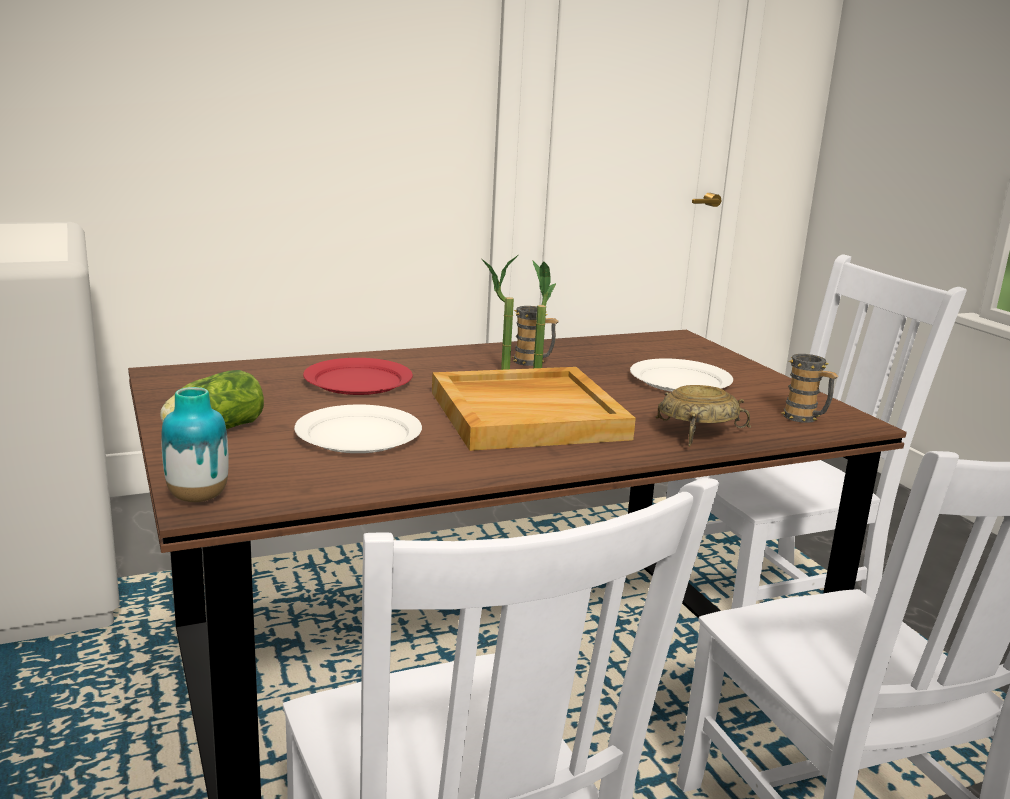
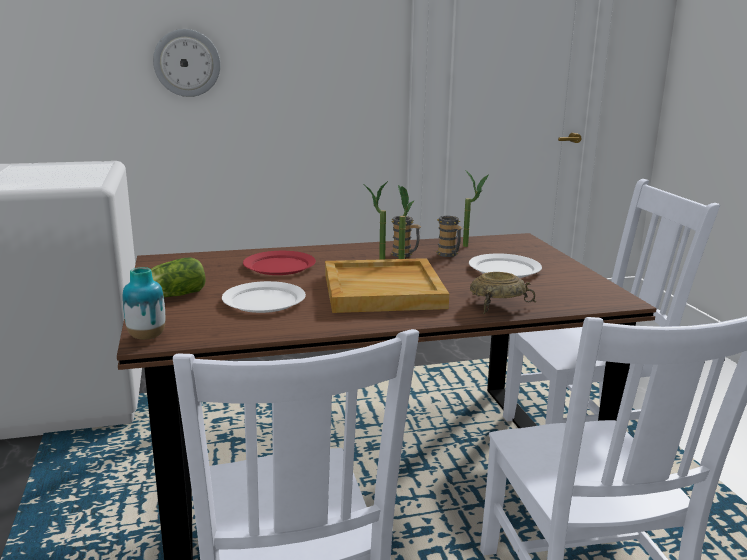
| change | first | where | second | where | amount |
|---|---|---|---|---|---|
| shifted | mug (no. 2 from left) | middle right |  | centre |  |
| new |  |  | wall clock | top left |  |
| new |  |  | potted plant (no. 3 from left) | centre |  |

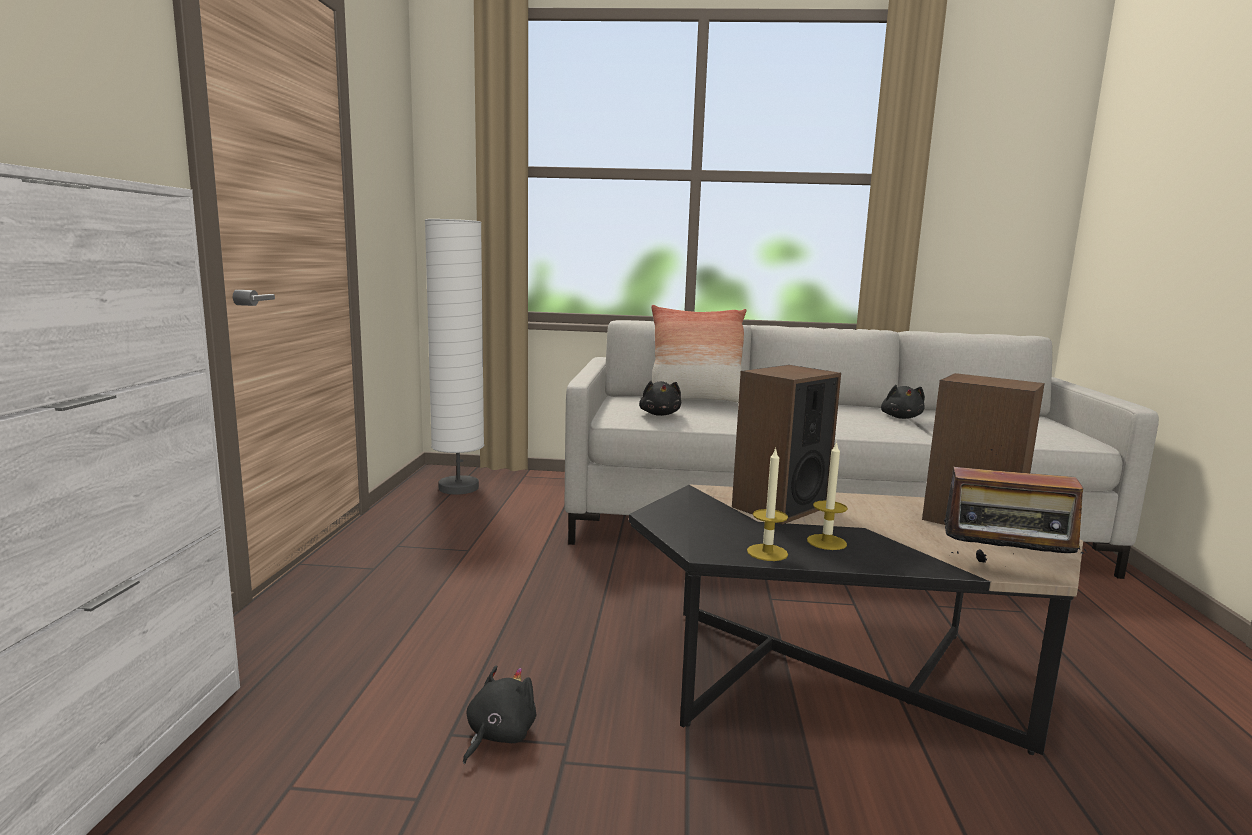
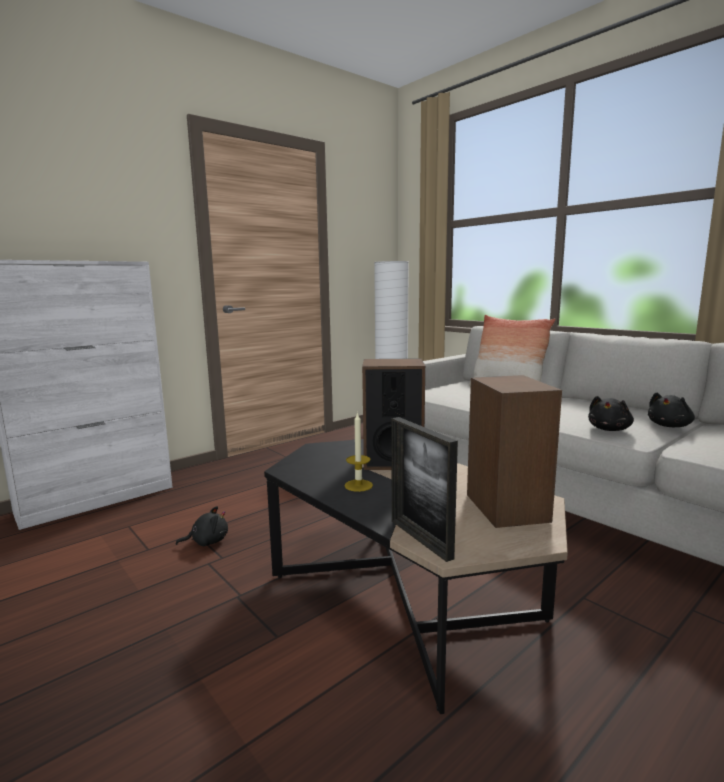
| change | first | where | second | where | amount |
|---|---|---|---|---|---|
| shifted | black plush toy (no. 2 from left) | centre |  | middle right |  |
| gone | candle (no. 1 from left) | centre |  |  |  |
| swapped | radio | middle right | picture frame | centre |  |

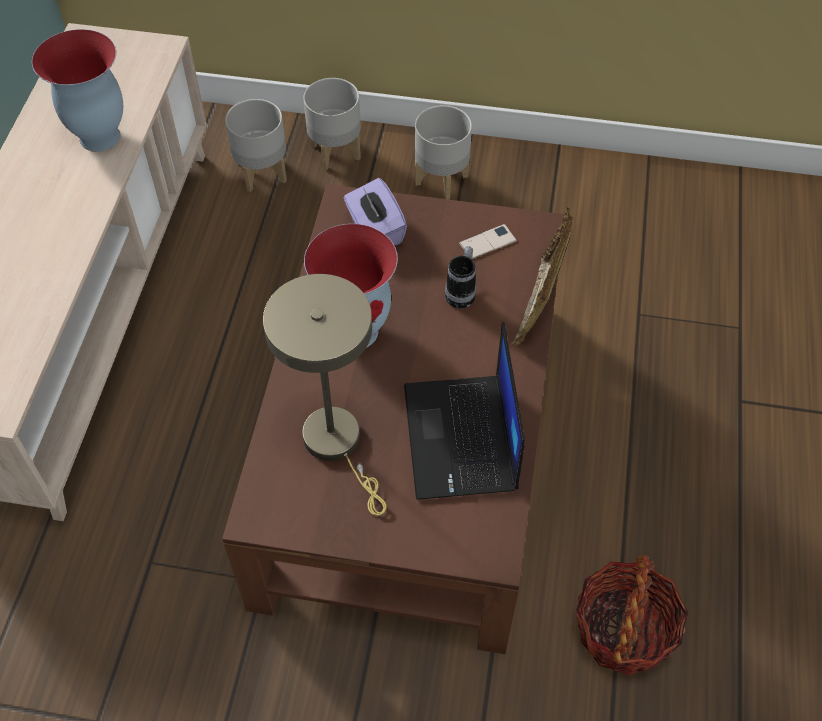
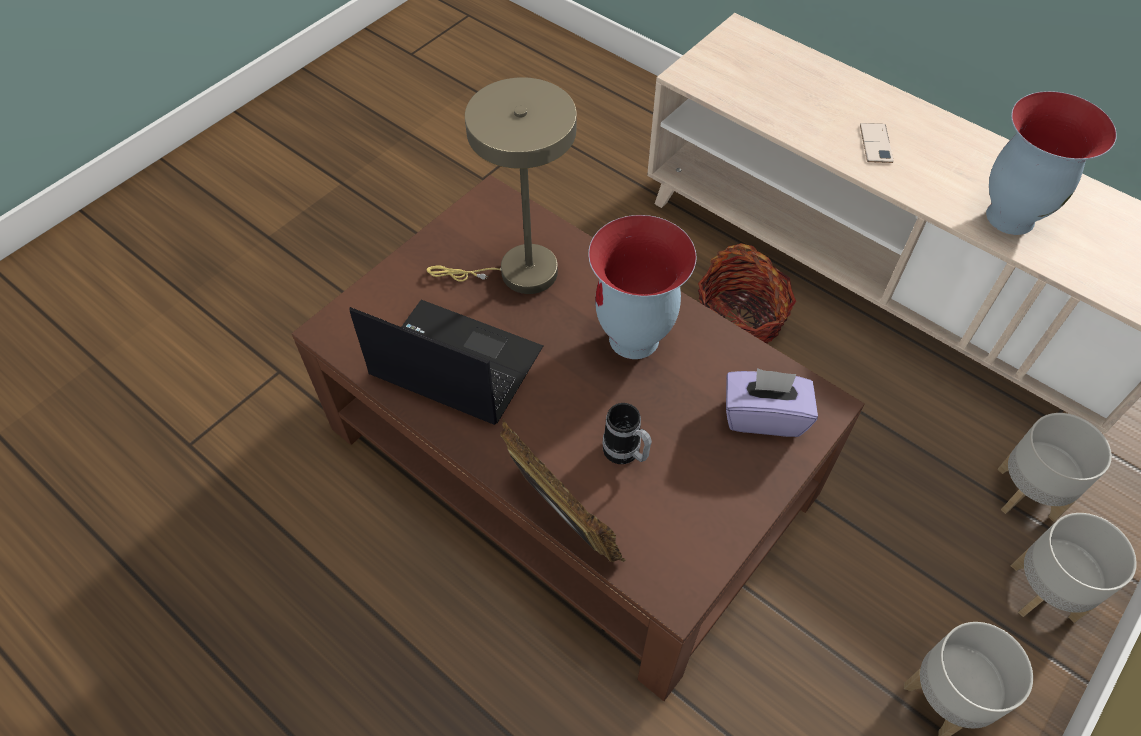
| change | first | where | second | where | amount |
|---|---|---|---|---|---|
| shifted | phone | centre |  | top right |  |
| shifted | basket | bottom right |  | centre |  |

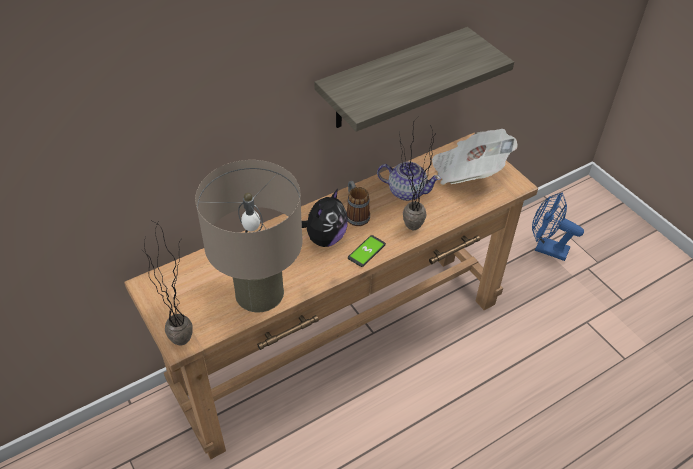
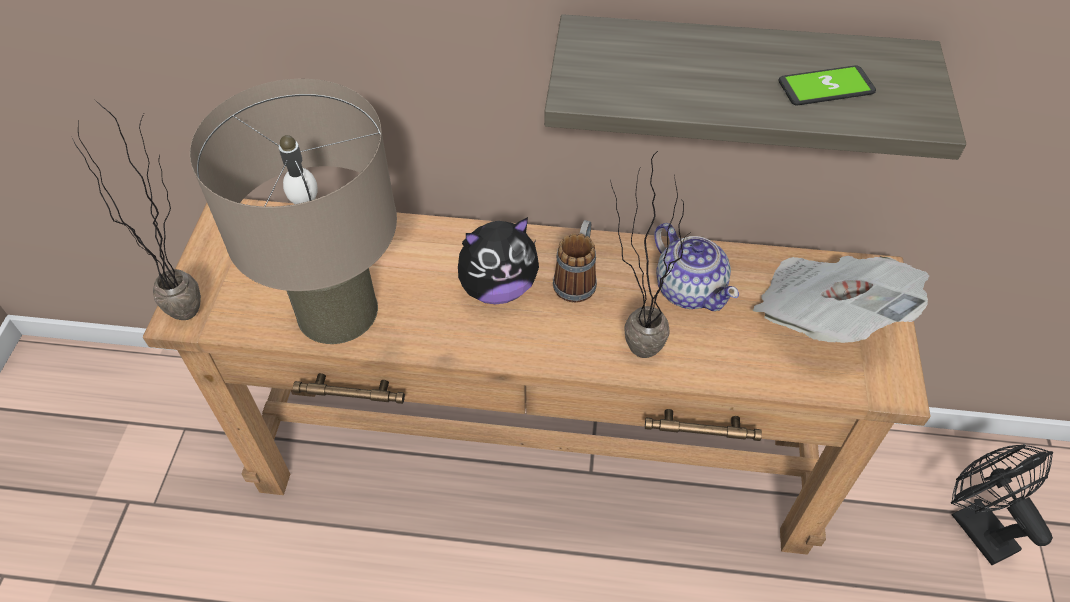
| change | first | where | second | where | amount |
|---|---|---|---|---|---|
| shifted | phone | centre |  | top right |  |
| repainted | blue fan | middle right | black fan | bottom right |  |

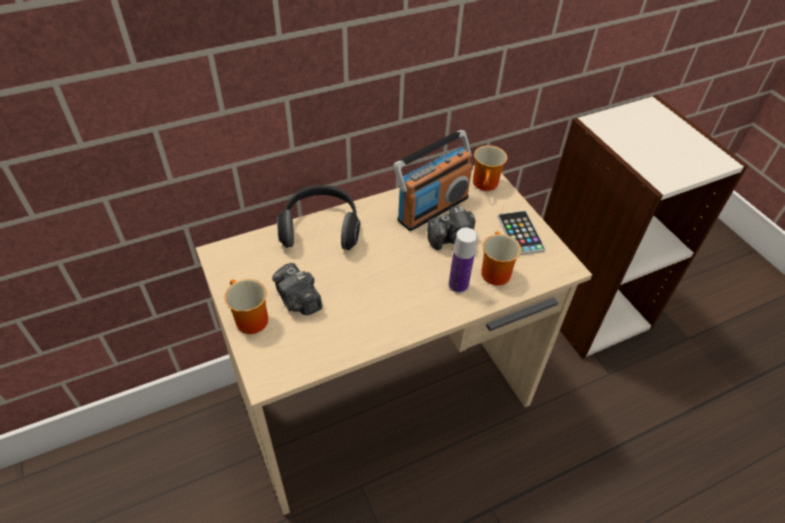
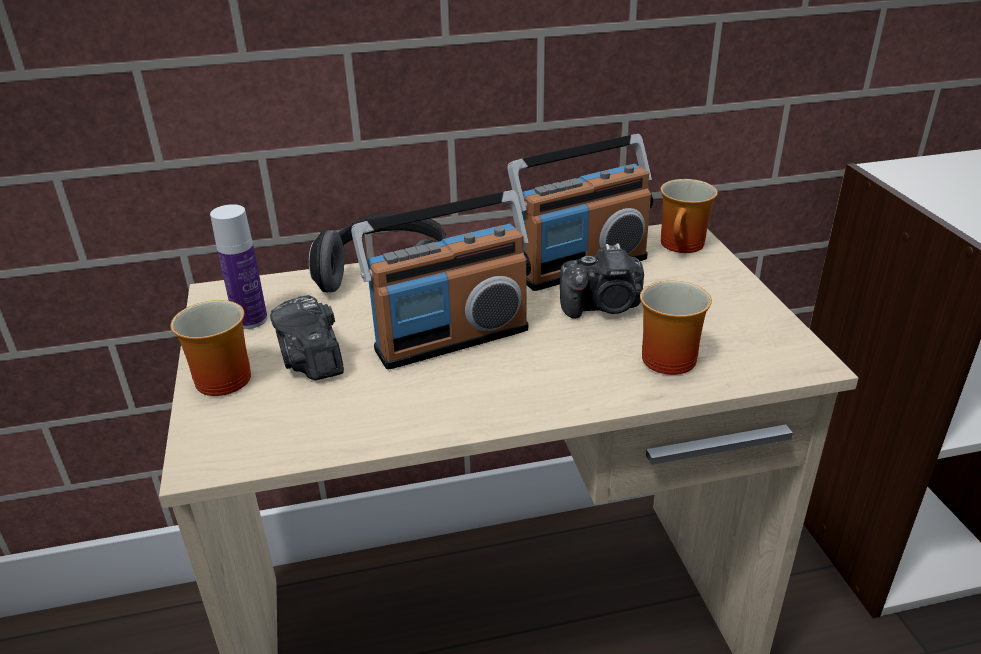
| change | first | where | second | where | amount |
|---|---|---|---|---|---|
| shifted | bottle | centre |  | middle left |  |
| gone | phone | centre |  |  |  |
| new |  |  | radio (no. 1 from left) | centre |  |

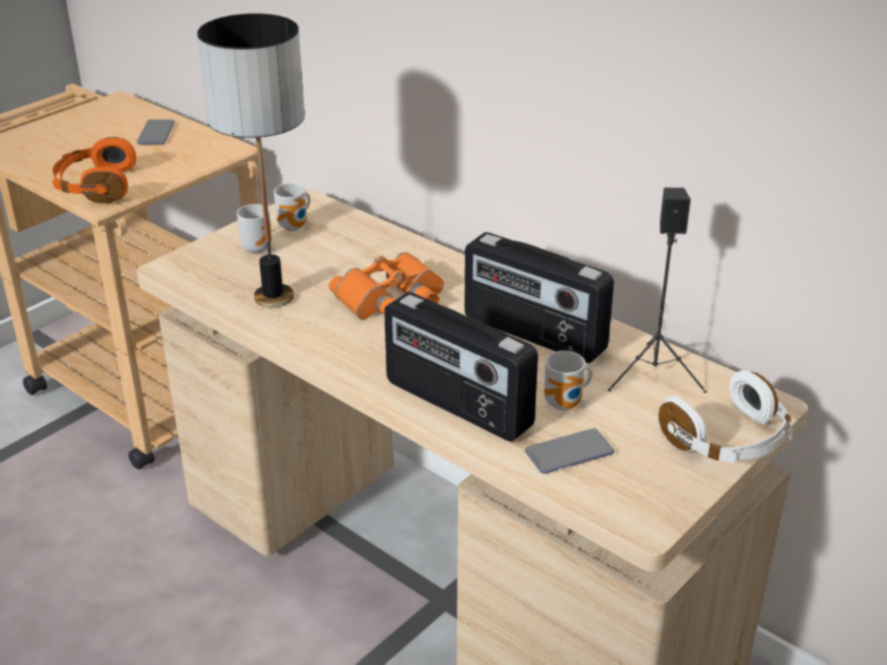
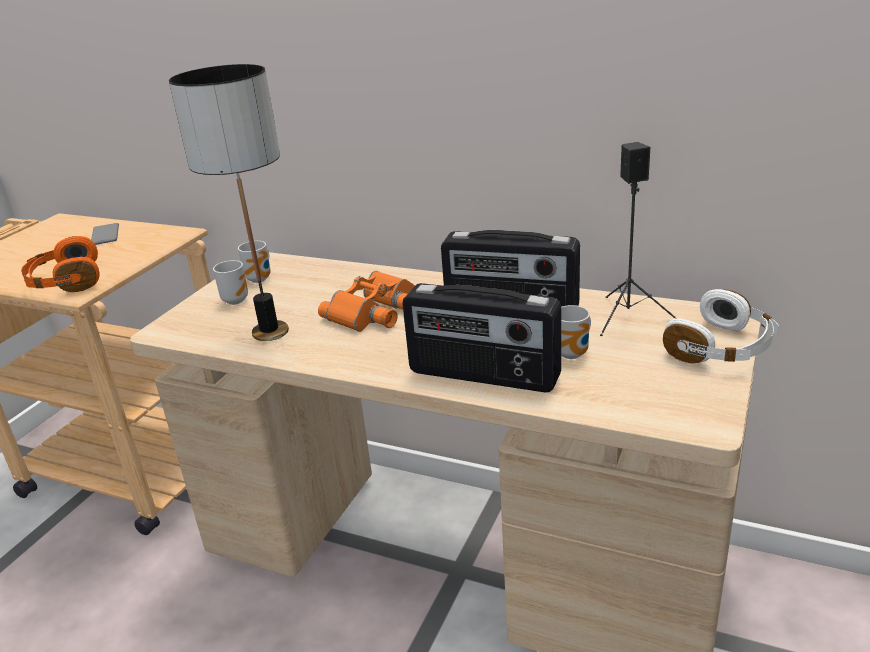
| change | first | where | second | where | amount |
|---|---|---|---|---|---|
| gone | phone (no. 2 from left) | bottom centre |  |  |  |

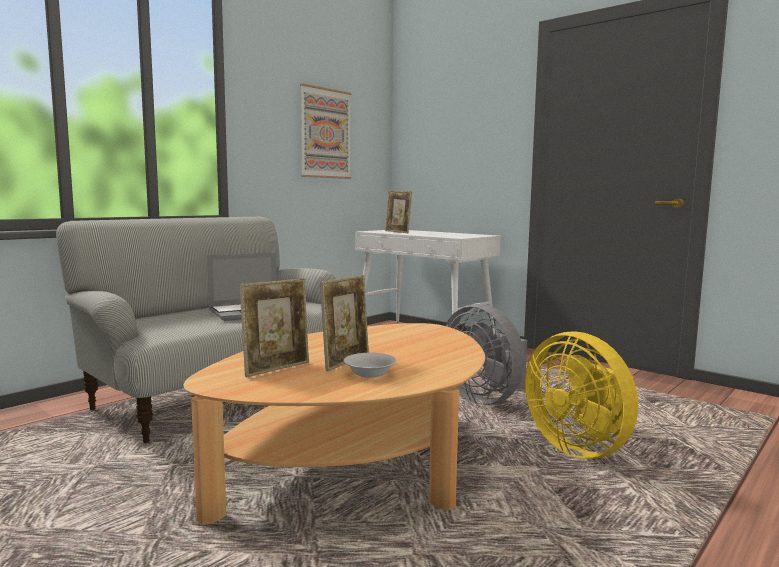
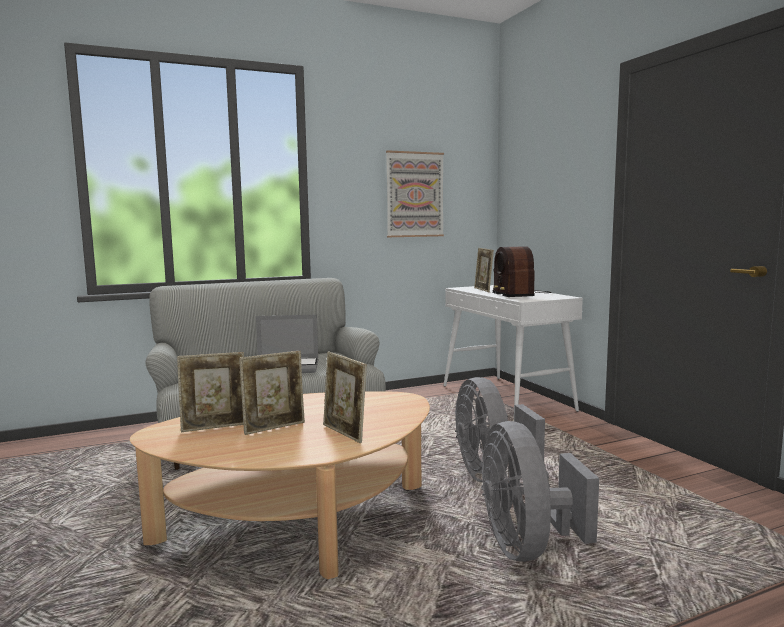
| change | first | where | second | where | amount |
|---|---|---|---|---|---|
| gone | white bowl | centre |  |  |  |
| repainted | yellow fan | bottom right | grey fan (no. 2 from left) | bottom right |  |
| new |  |  | picture frame (no. 3 from left) | centre |  |
| new |  |  | radio | centre |  |

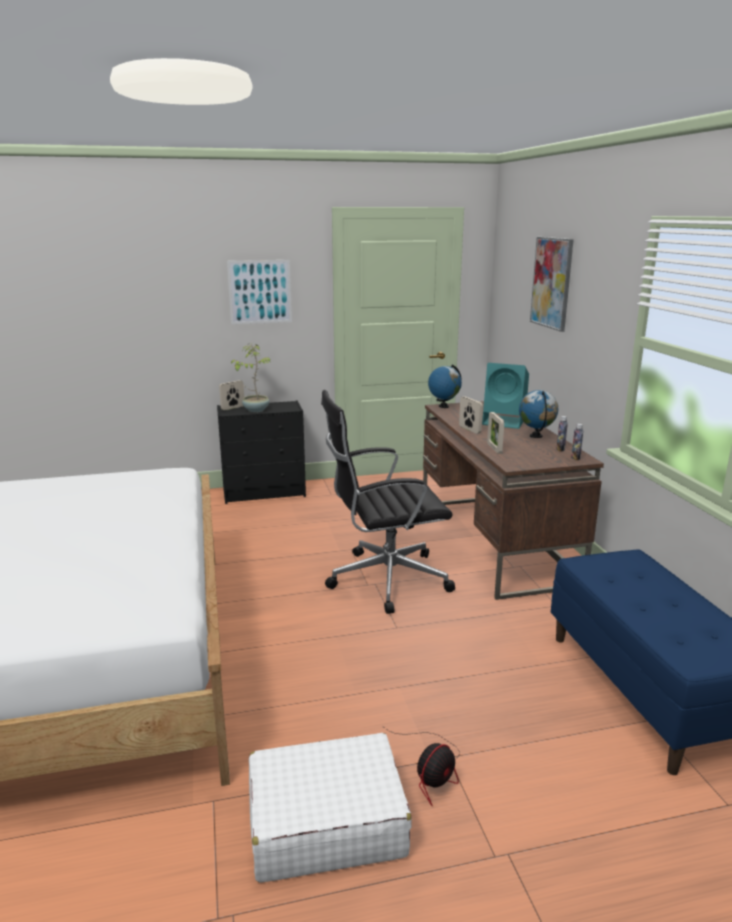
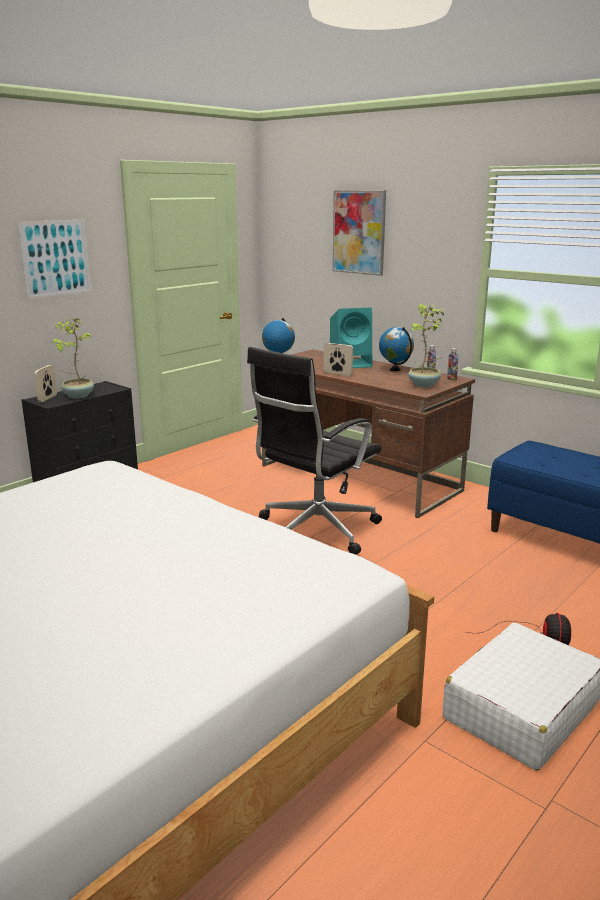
| change | first | where | second | where | amount |
|---|---|---|---|---|---|
| gone | picture frame (no. 3 from left) | middle right |  |  |  |
| new |  |  | potted plant (no. 2 from left) | middle right |  |

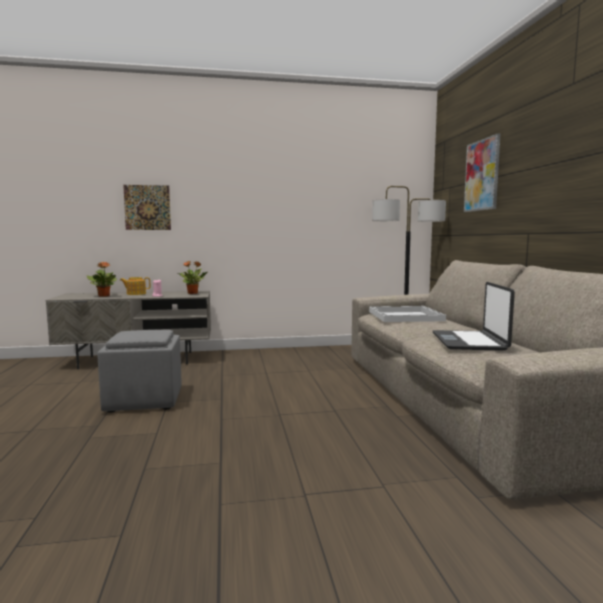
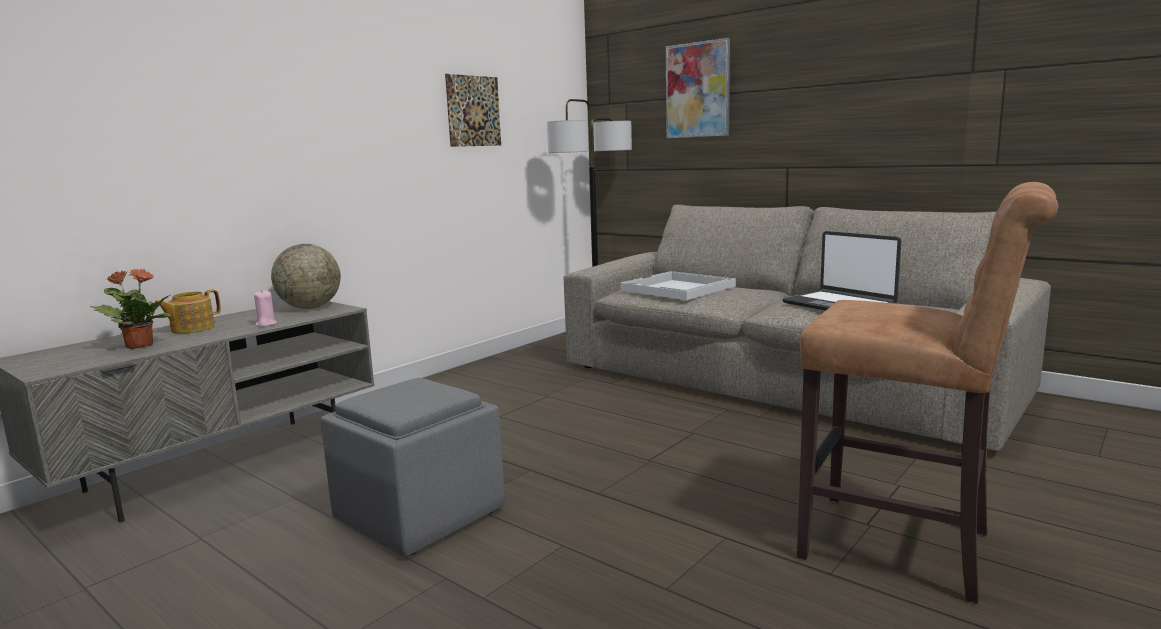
| change | first | where | second | where | amount |
|---|---|---|---|---|---|
| shifted | picture (no. 1 from left) | middle left |  | top centre |  |
| swapped | potted plant (no. 2 from left) | middle left | globe | middle left |  |
| new |  |  | brown stool | middle right |  |

